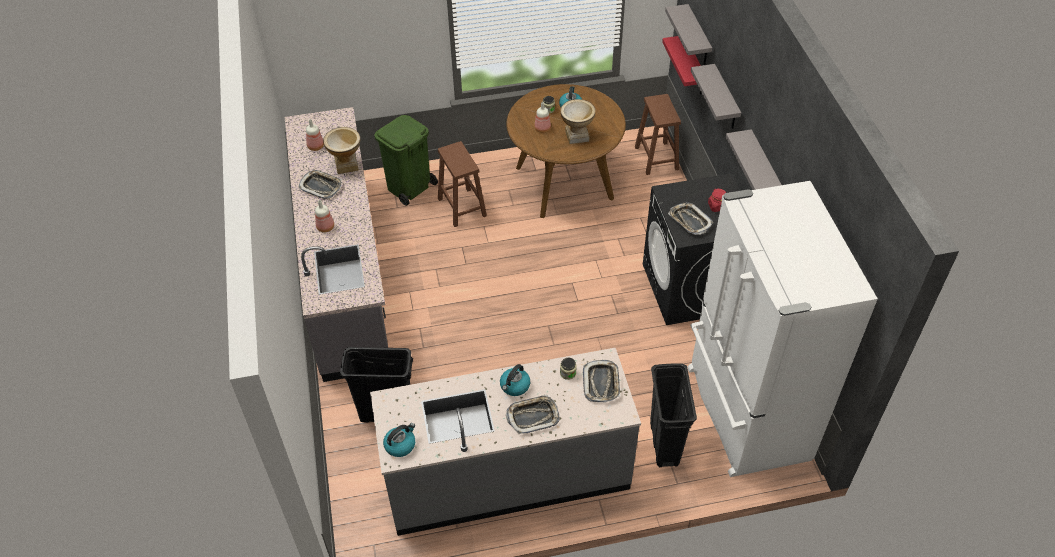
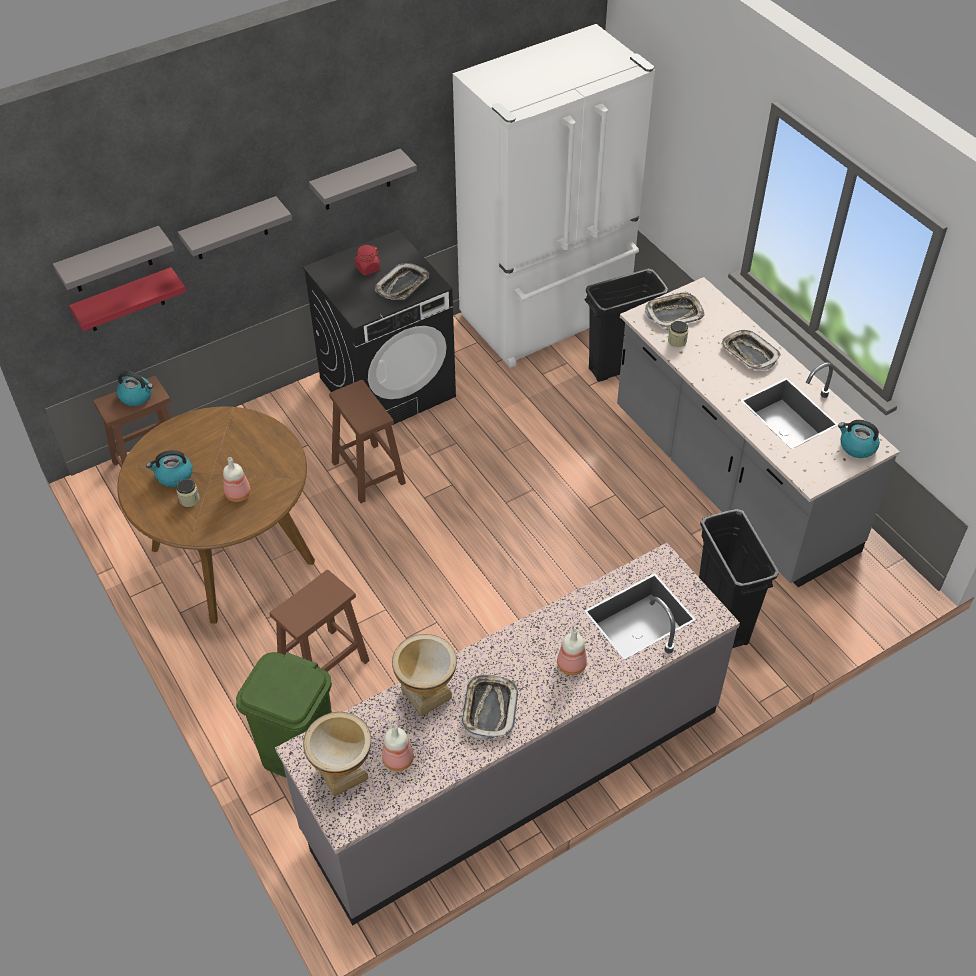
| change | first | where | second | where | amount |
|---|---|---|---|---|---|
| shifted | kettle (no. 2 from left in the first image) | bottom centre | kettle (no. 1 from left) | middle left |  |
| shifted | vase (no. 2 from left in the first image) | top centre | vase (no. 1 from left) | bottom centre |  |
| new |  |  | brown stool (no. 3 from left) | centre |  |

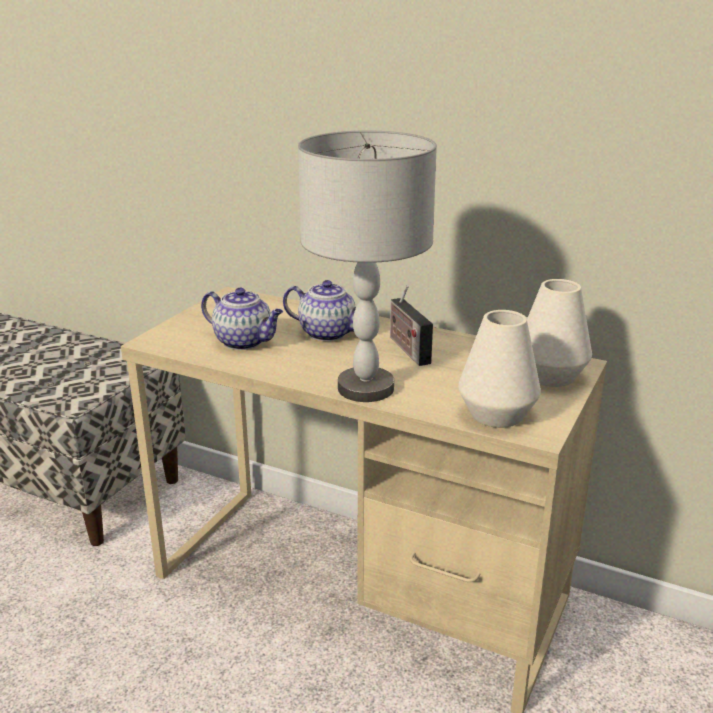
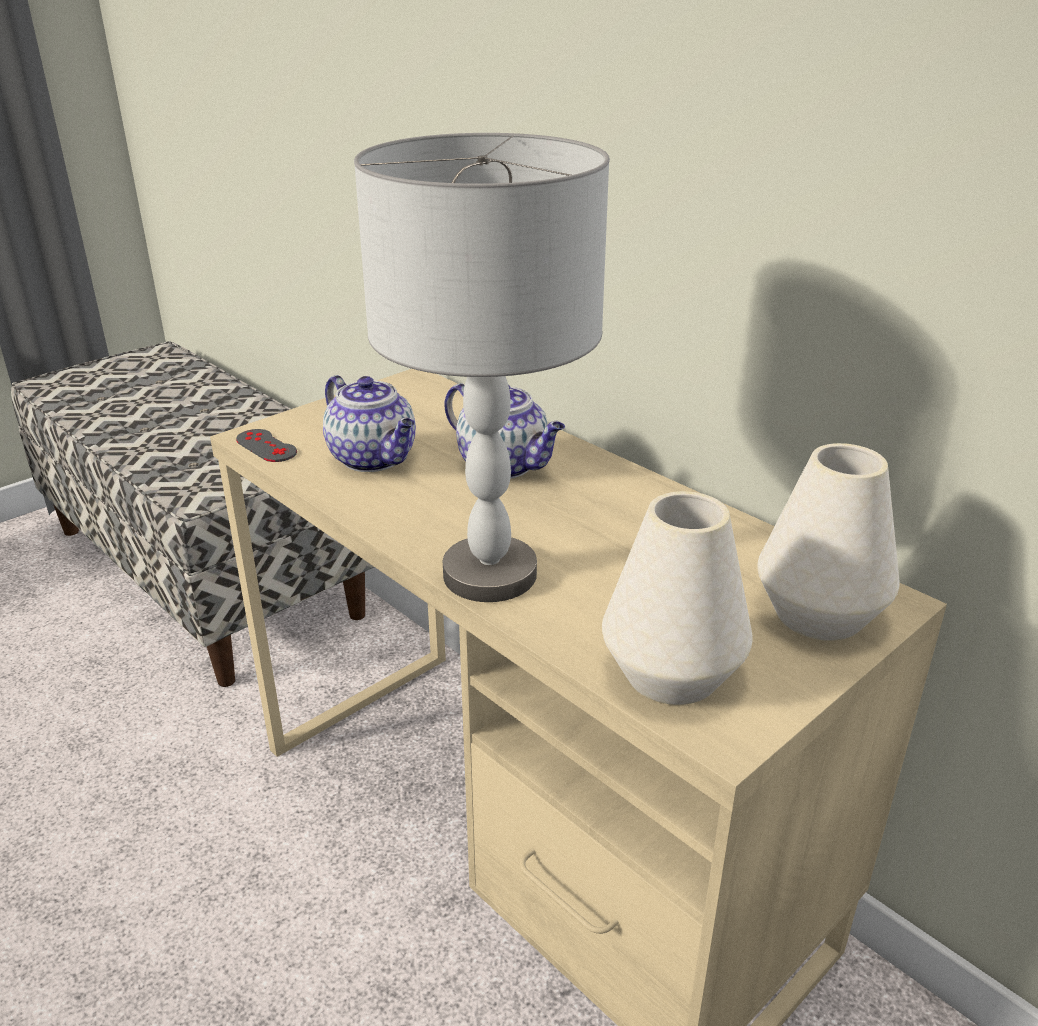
| change | first | where | second | where | amount |
|---|---|---|---|---|---|
| gone | radio | centre |  |  |  |
| new |  |  | grey game controller | middle left |  |

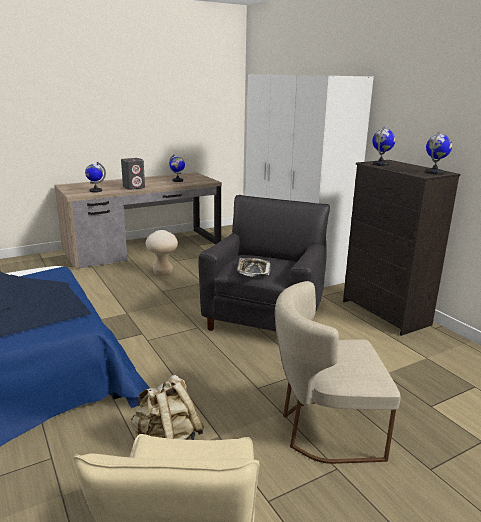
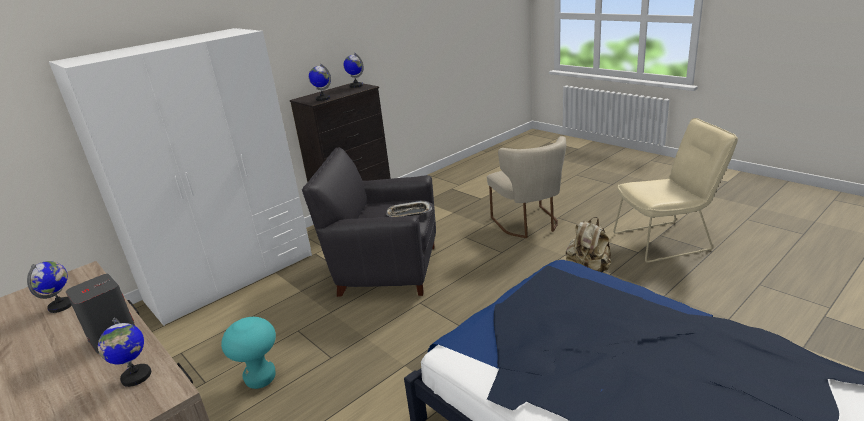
| change | first | where | second | where | amount |
|---|---|---|---|---|---|
| repainted | beige stool | centre | turquoise stool | bottom left |  |

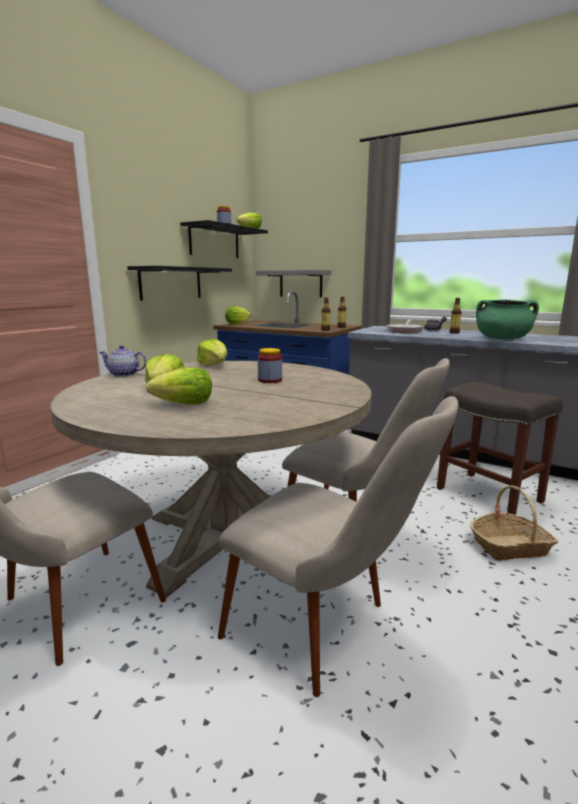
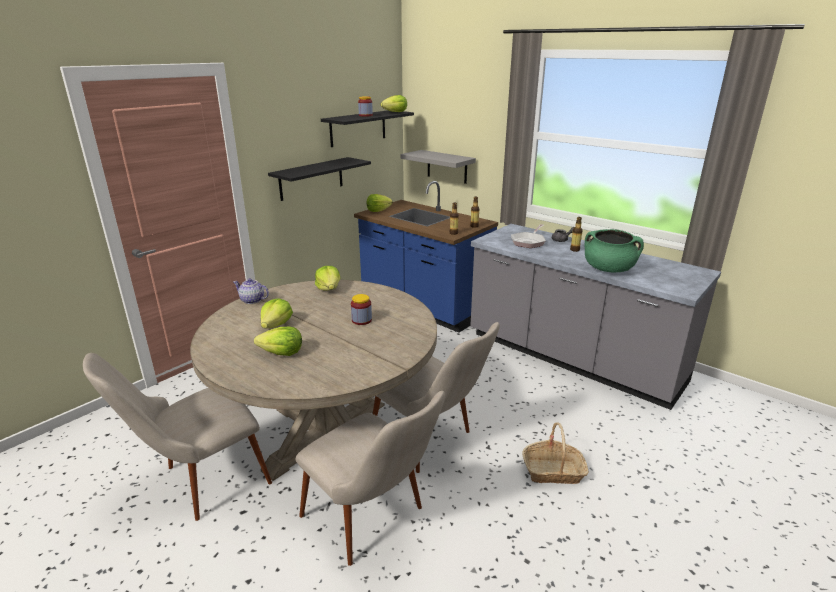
| change | first | where | second | where | amount |
|---|---|---|---|---|---|
| gone | grey stool | middle right |  |  |  |

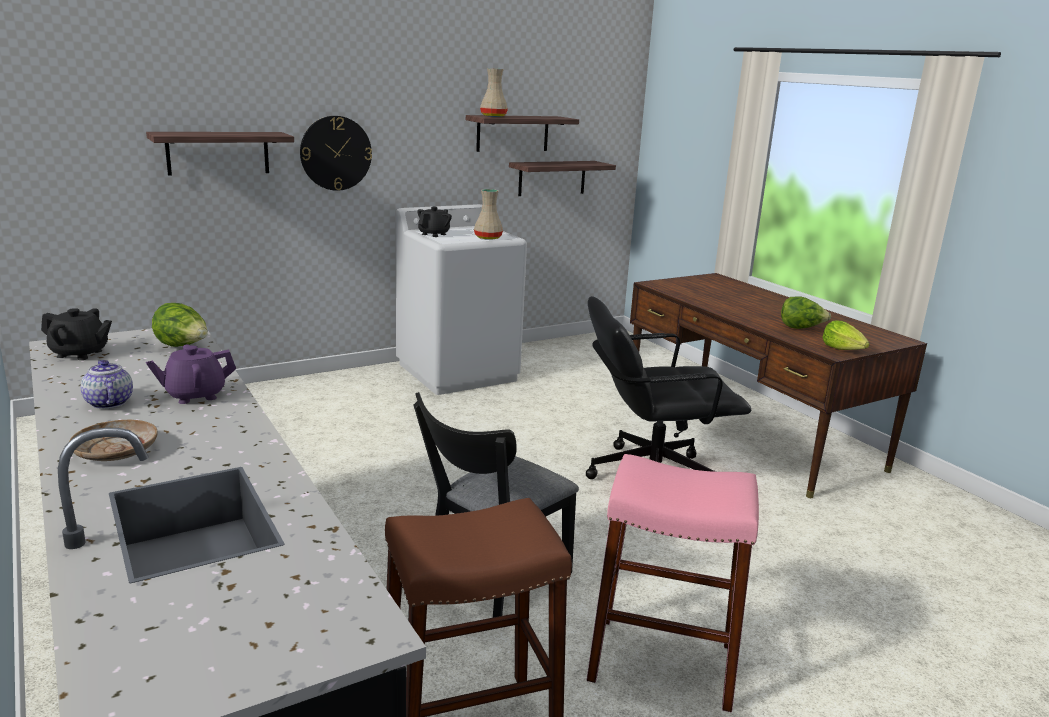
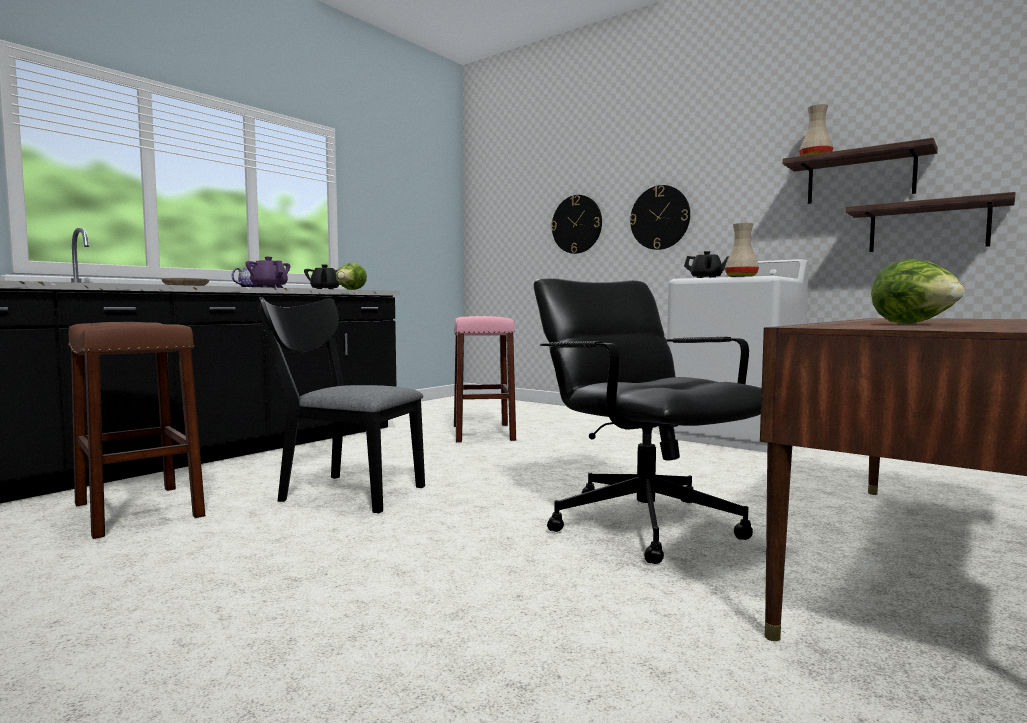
| change | first | where | second | where | amount |
|---|---|---|---|---|---|
| swapped | shelf (no. 1 from left) | top left | wall clock (no. 1 from left) | top centre |  |
| shifted | pink stool | bottom centre |  | centre |  |
| gone | lettuce (no. 3 from left) | middle right |  |  |  |

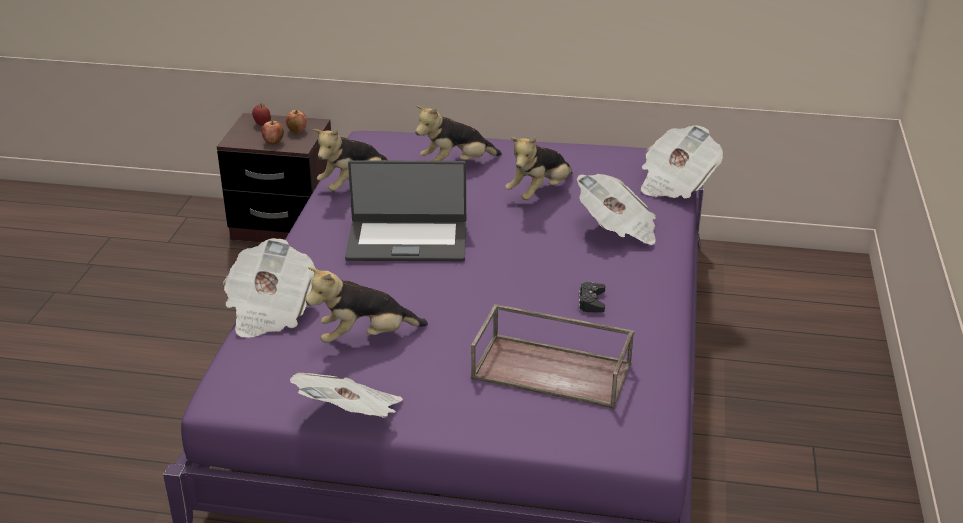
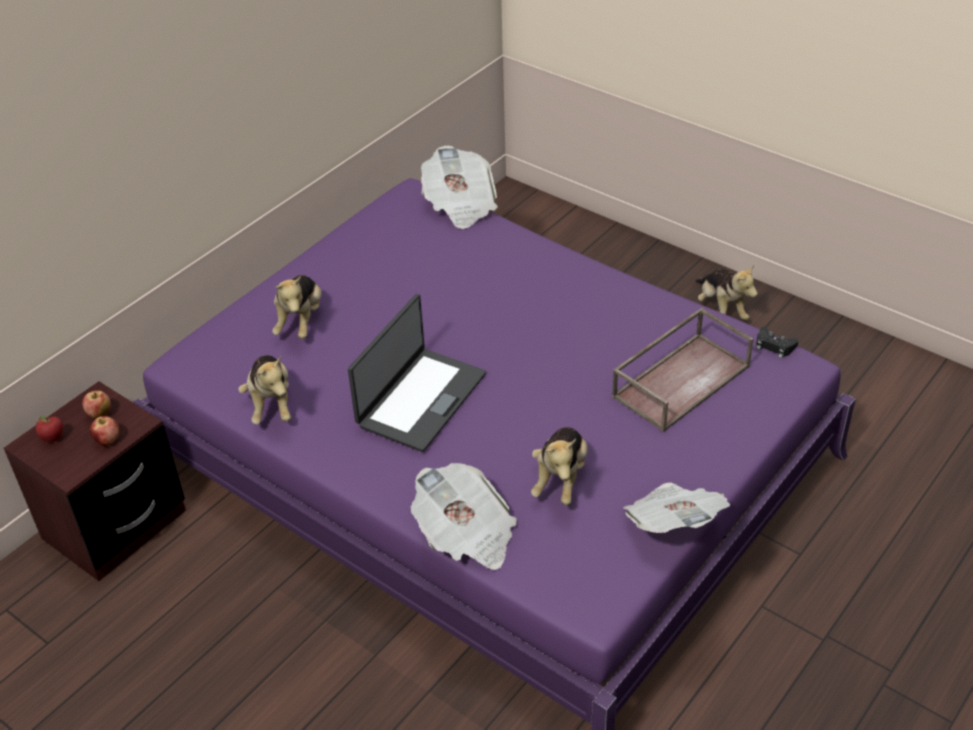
| change | first | where | second | where | amount |
|---|---|---|---|---|---|
| shifted | plush toy (no. 4 from left) | top centre |  | middle right |  |
| gone | newspaper (no. 3 from left) | centre |  |  |  |
| shifted | black game controller | centre |  | middle right |  |

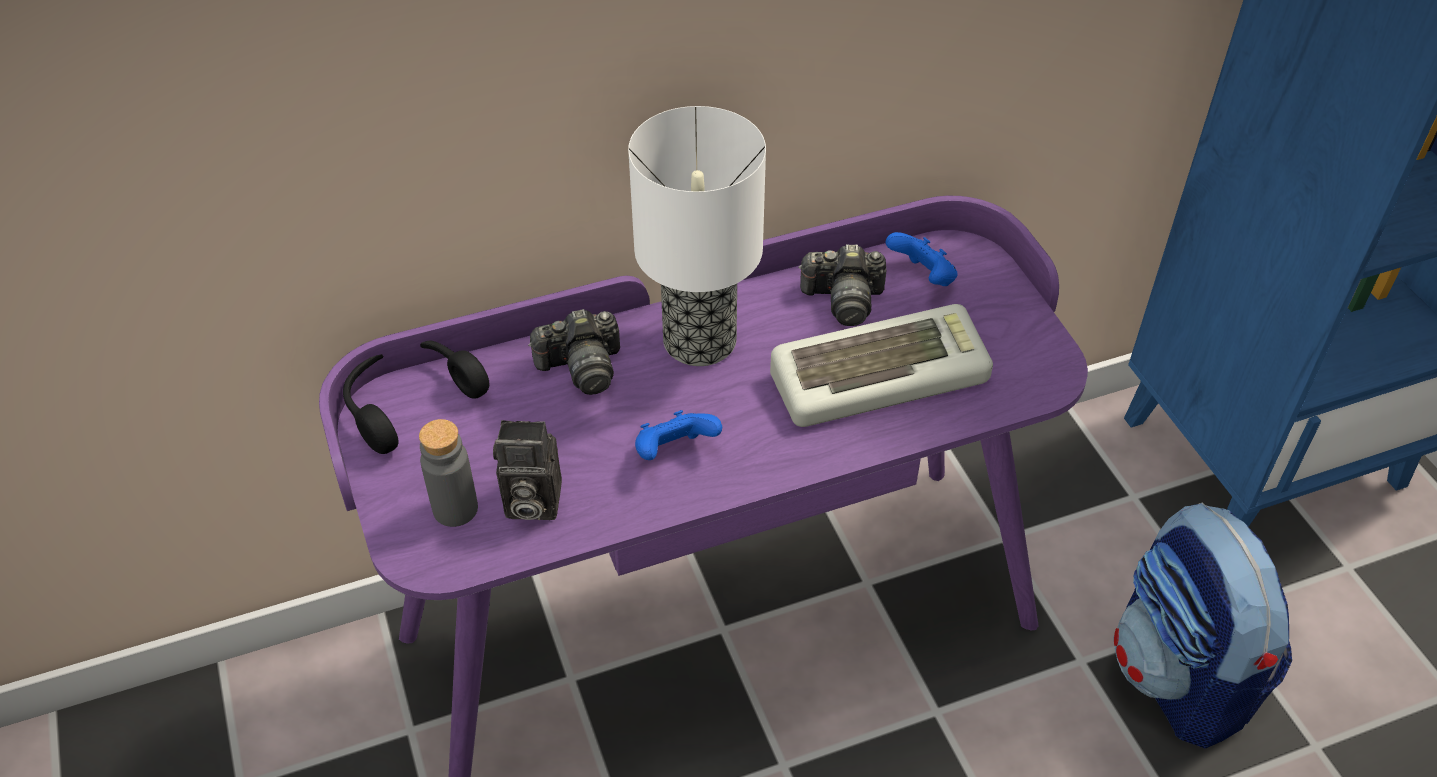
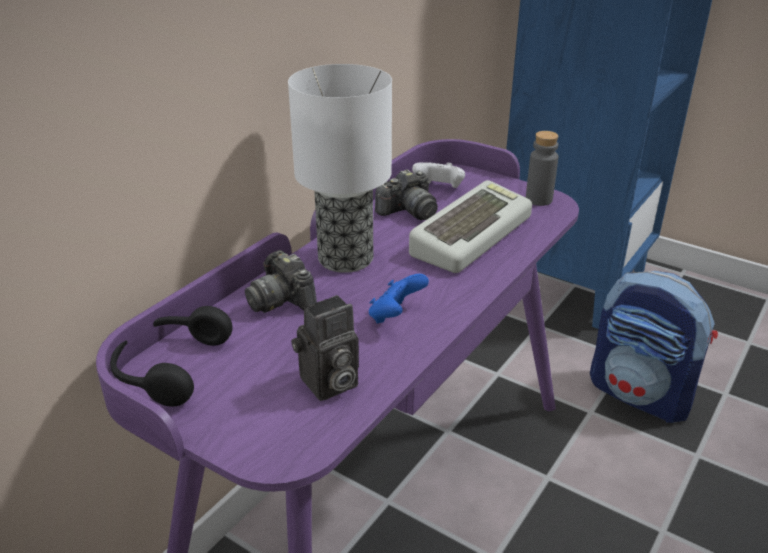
| change | first | where | second | where | amount |
|---|---|---|---|---|---|
| shifted | grey bottle | middle left |  | top right |  |
| rotated | photo camera (no. 2 from left in the first image) | centre | photo camera (no. 1 from left) | centre | 105 degrees clockwise |
| repainted | blue game controller (no. 2 from left) | centre | white game controller | top centre |  |

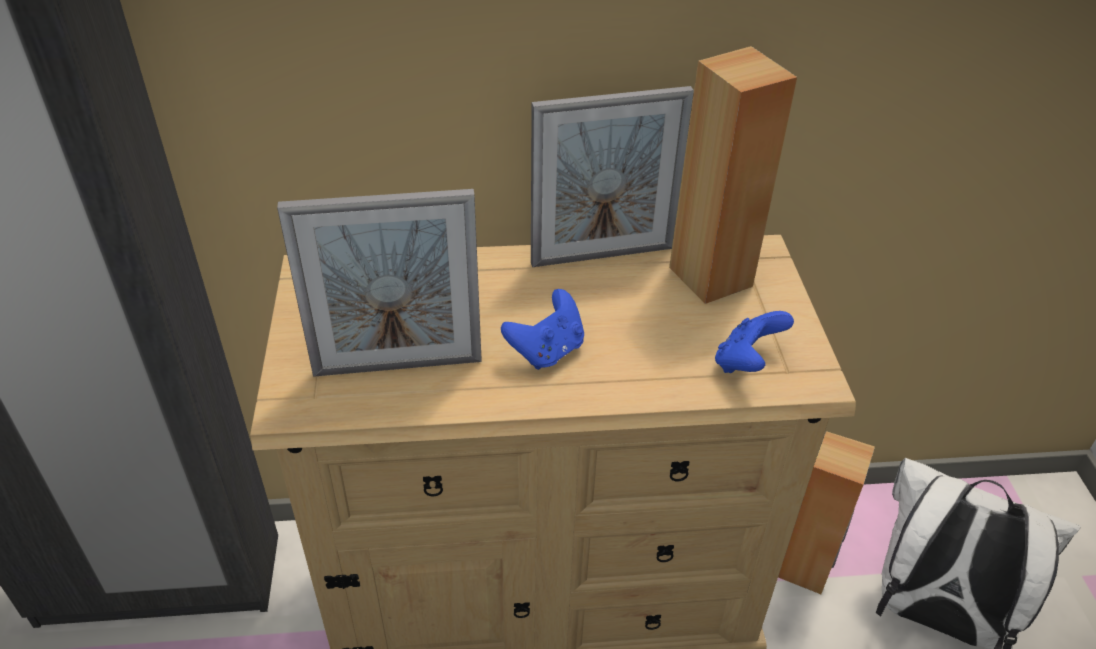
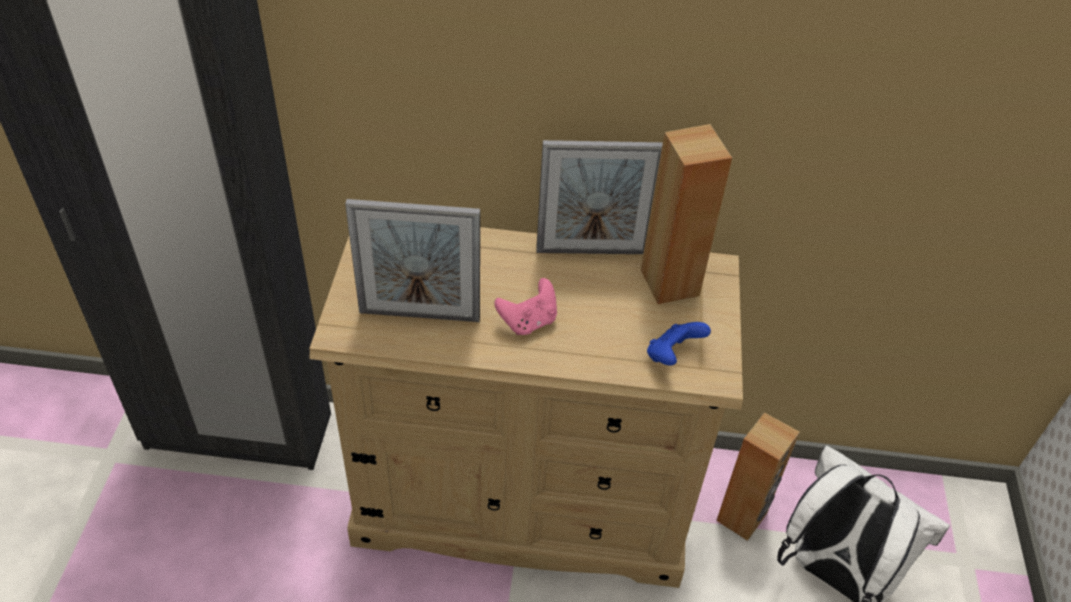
| change | first | where | second | where | amount |
|---|---|---|---|---|---|
| repainted | blue game controller (no. 1 from left) | centre | pink game controller | centre |  |

